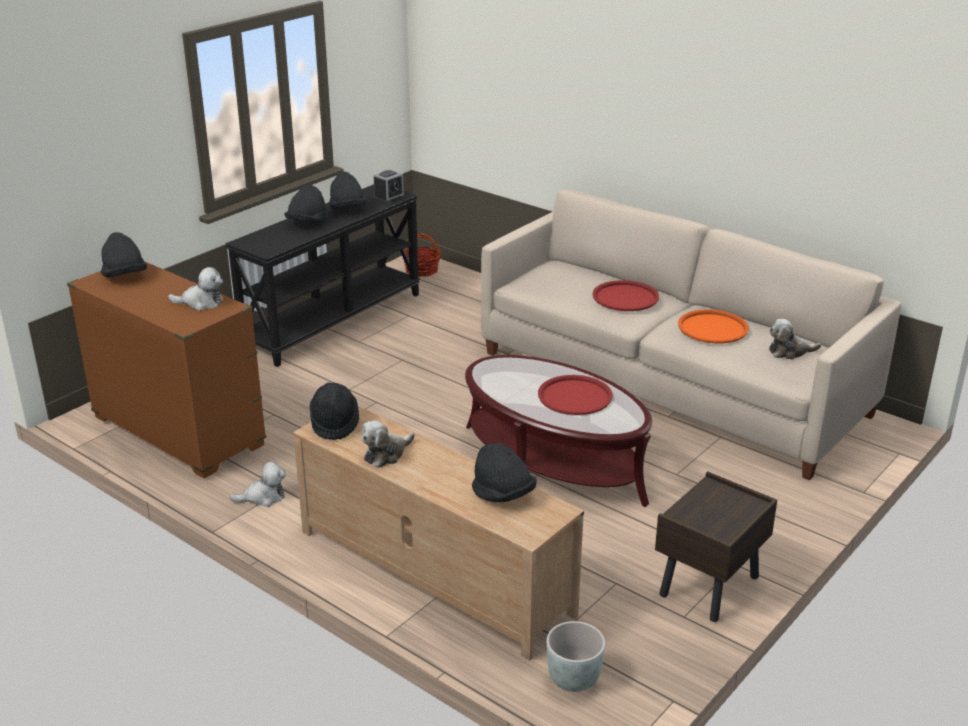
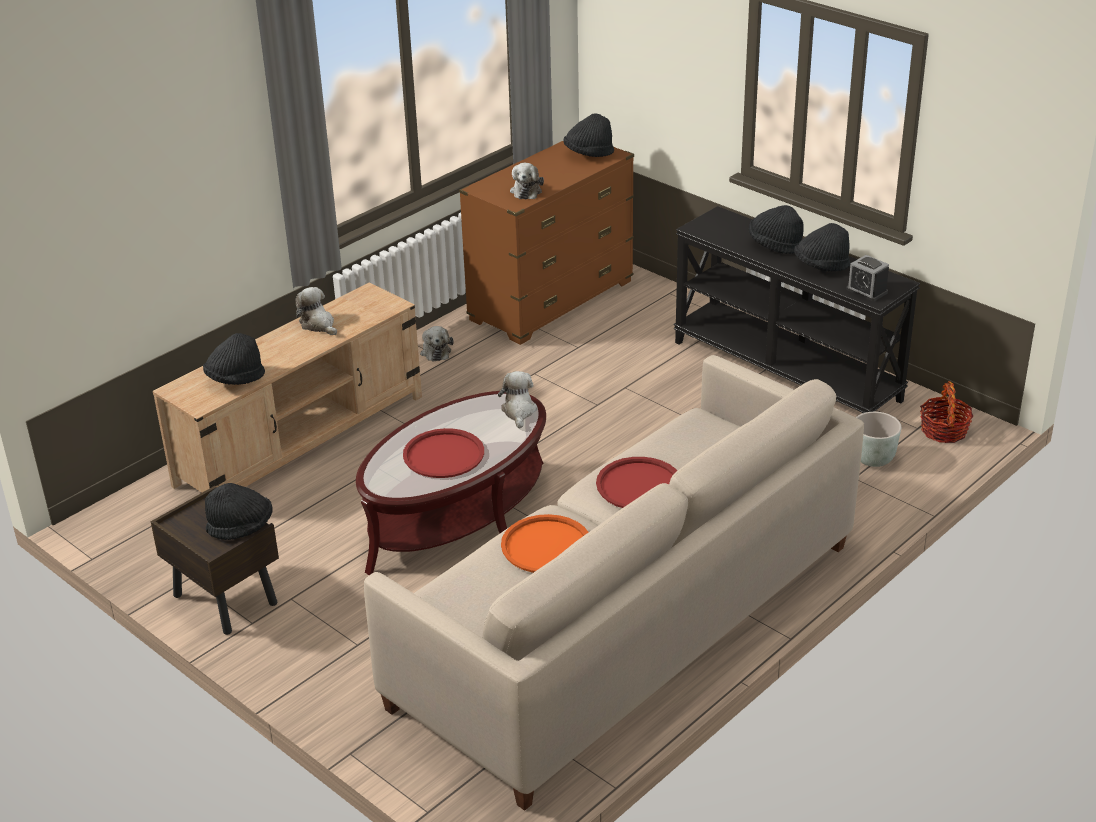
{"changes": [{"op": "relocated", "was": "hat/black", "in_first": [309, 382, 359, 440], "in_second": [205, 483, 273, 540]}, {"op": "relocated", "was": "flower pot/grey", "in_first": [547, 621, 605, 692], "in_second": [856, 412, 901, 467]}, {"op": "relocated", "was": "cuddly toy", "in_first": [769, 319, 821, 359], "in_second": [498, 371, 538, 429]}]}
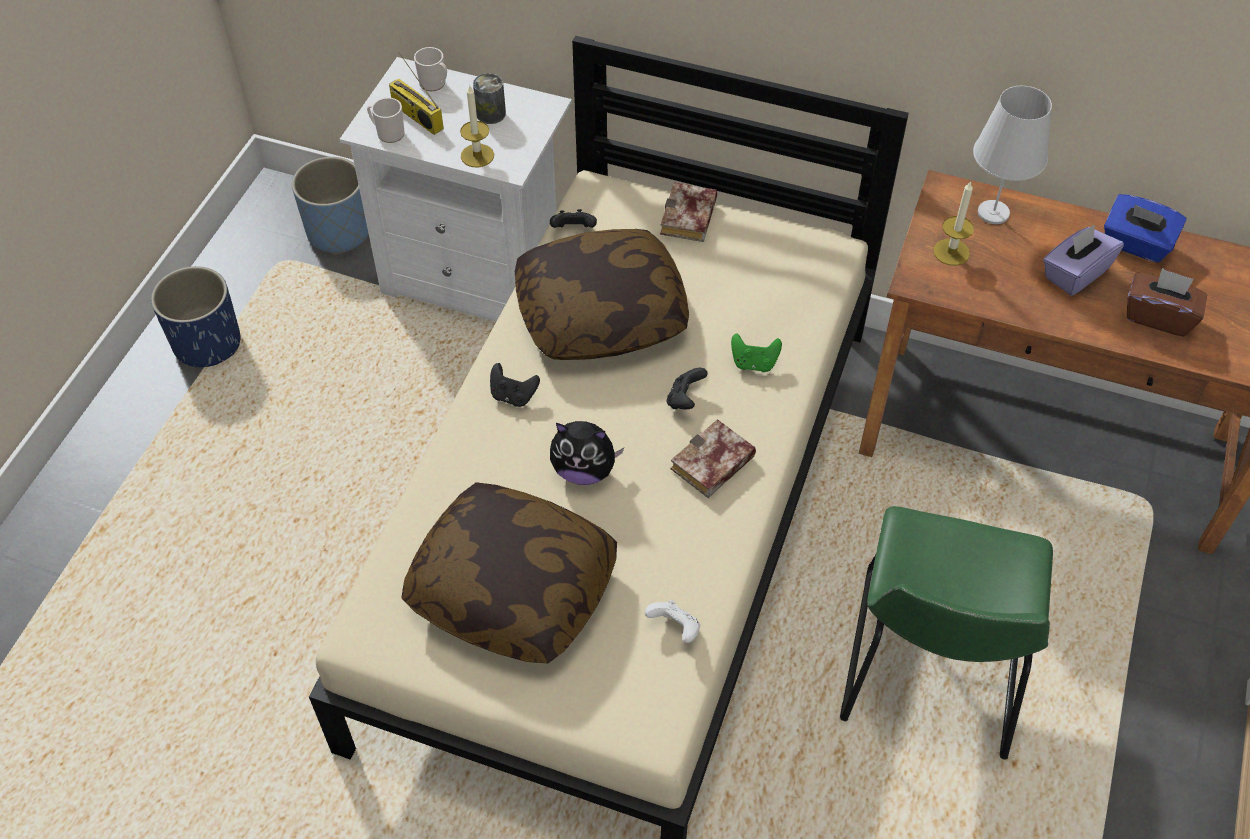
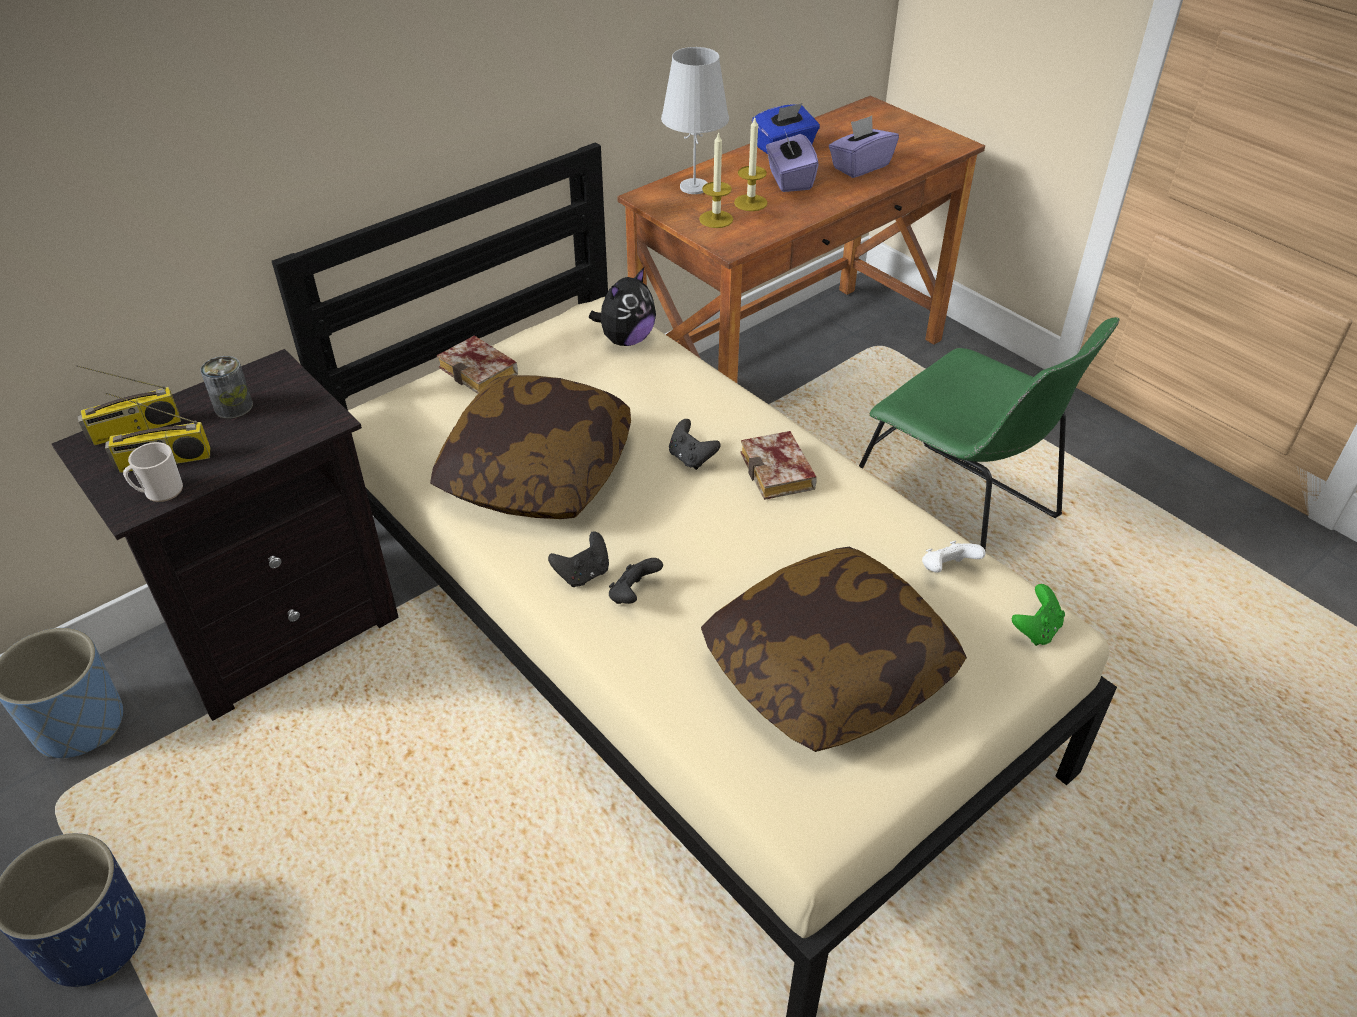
{"changes": [{"op": "relocated", "was": "wax light", "in_first": [460, 84, 494, 167], "in_second": [734, 118, 768, 211]}, {"op": "relocated", "was": "gamepad/black", "in_first": [550, 209, 597, 228], "in_second": [609, 558, 663, 604]}, {"op": "relocated", "was": "cuddly toy", "in_first": [550, 421, 624, 485], "in_second": [589, 268, 656, 346]}, {"op": "relocated", "was": "gamepad/green-coloured", "in_first": [731, 333, 782, 372], "in_second": [1012, 584, 1065, 646]}, {"op": "exchanged", "was": "mug", "now": "radio receiver", "in_first": [414, 47, 447, 91], "in_second": [76, 365, 181, 445]}, {"op": "colour", "was": "bedside table/whitish", "now": "bedside table/black", "in_first": [340, 57, 572, 322], "in_second": [52, 349, 399, 721]}, {"op": "colour", "was": "tissue box/brown-coloured", "now": "tissue box/purple", "in_first": [1127, 268, 1207, 337], "in_second": [829, 116, 899, 178]}]}
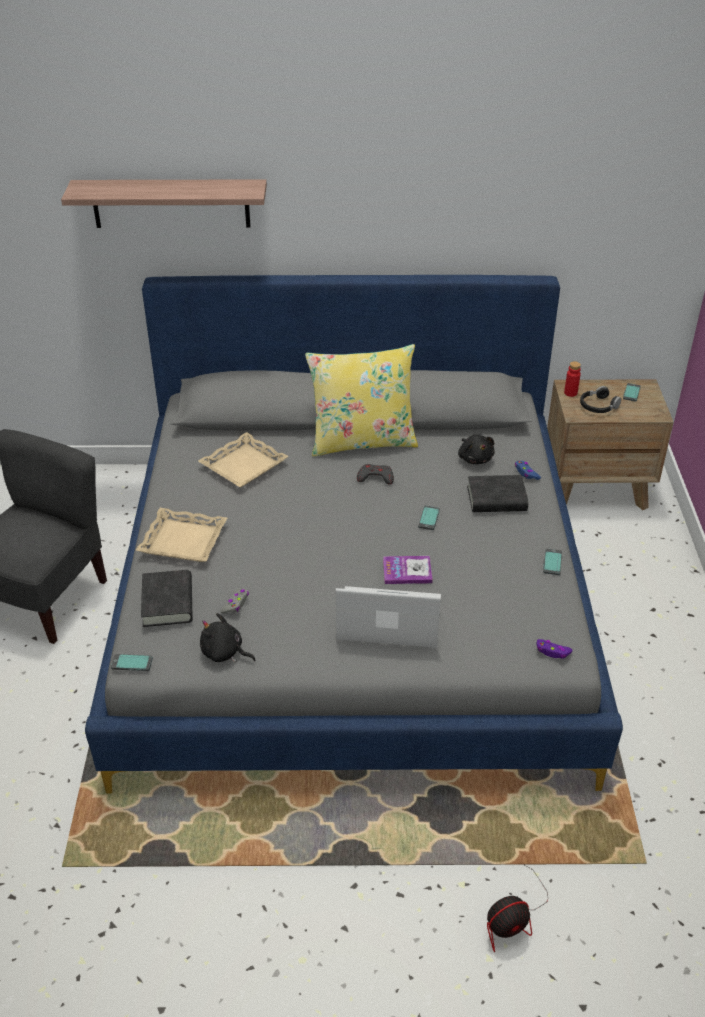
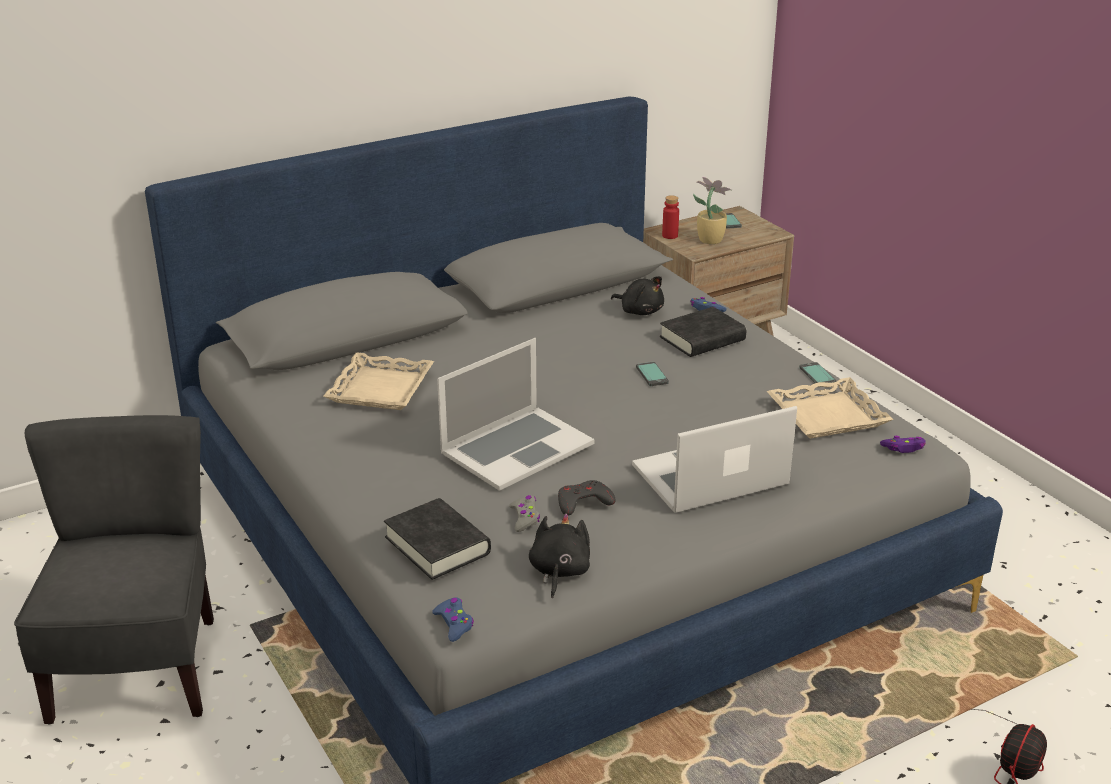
{"changes": [{"op": "missing", "was": "wall shelf", "in_first": [61, 179, 267, 228]}, {"op": "missing", "was": "throw pillow/yellow", "in_first": [305, 344, 418, 457]}, {"op": "missing", "was": "volume", "in_first": [383, 556, 433, 584]}, {"op": "appeared", "now": "portable computer", "in_second": [437, 338, 595, 491]}, {"op": "relocated", "was": "carrying tray/sand-coloured", "in_first": [136, 508, 227, 562], "in_second": [766, 377, 894, 439]}, {"op": "relocated", "was": "gamepad/grey", "in_first": [357, 464, 394, 484], "in_second": [558, 480, 615, 515]}, {"op": "exchanged", "was": "telephone", "now": "gamepad/blue-coloured", "in_first": [111, 654, 153, 671], "in_second": [432, 597, 474, 642]}, {"op": "exchanged", "was": "headset/black", "now": "houseplant", "in_first": [580, 386, 621, 413], "in_second": [693, 177, 732, 244]}, {"op": "spun", "was": "cuddly toy/black", "in_first": [200, 613, 256, 663], "in_second": [529, 513, 590, 598], "clockwise": 105}]}
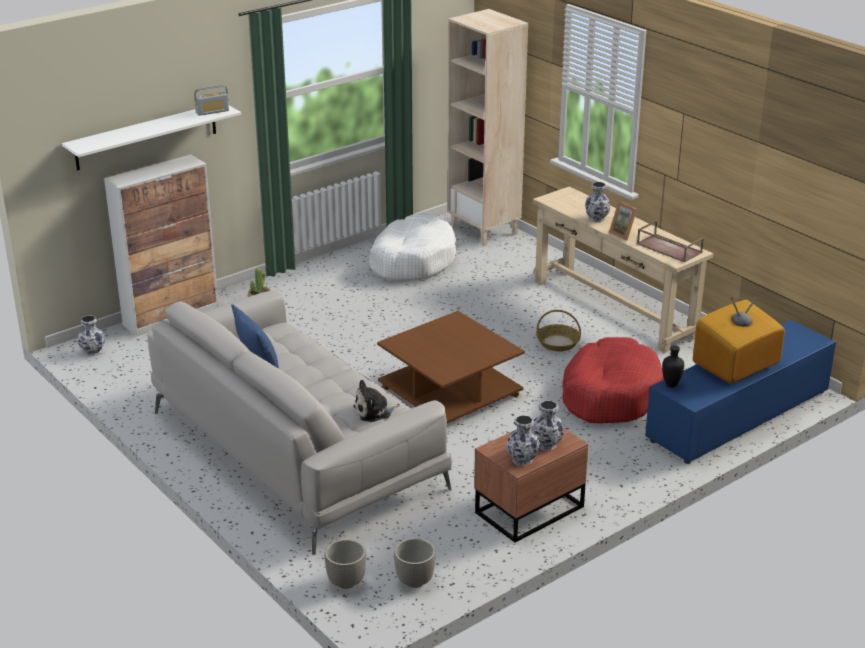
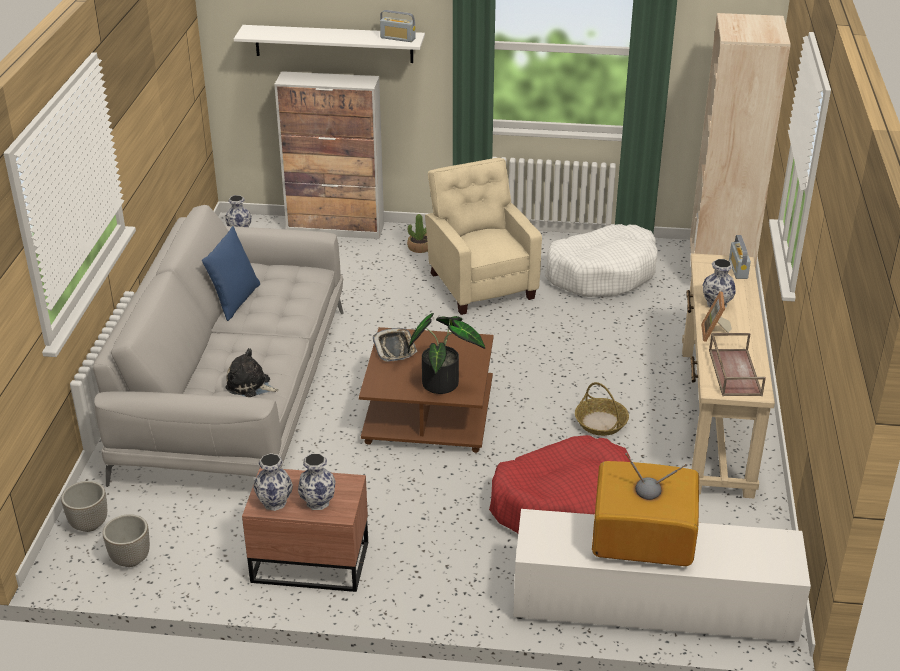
{"changes": [{"op": "missing", "was": "decorative vase/black", "in_first": [662, 345, 684, 388]}, {"op": "appeared", "now": "carrying tray", "in_second": [373, 328, 418, 362]}, {"op": "appeared", "now": "houseplant", "in_second": [408, 313, 485, 394]}, {"op": "appeared", "now": "armchair/sand-coloured", "in_second": [425, 158, 542, 315]}, {"op": "appeared", "now": "radio receiver", "in_second": [729, 235, 751, 279]}, {"op": "colour", "was": "tv unit/blue-coloured", "now": "tv unit/whitish", "in_first": [645, 320, 836, 464], "in_second": [513, 509, 811, 643]}]}
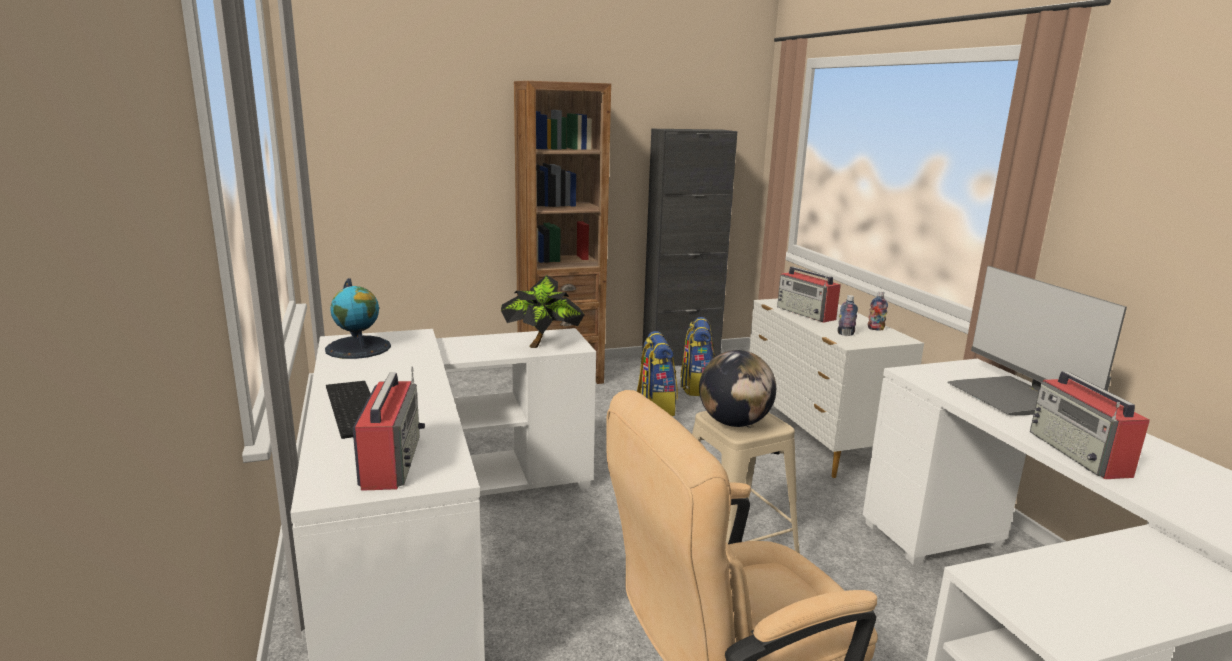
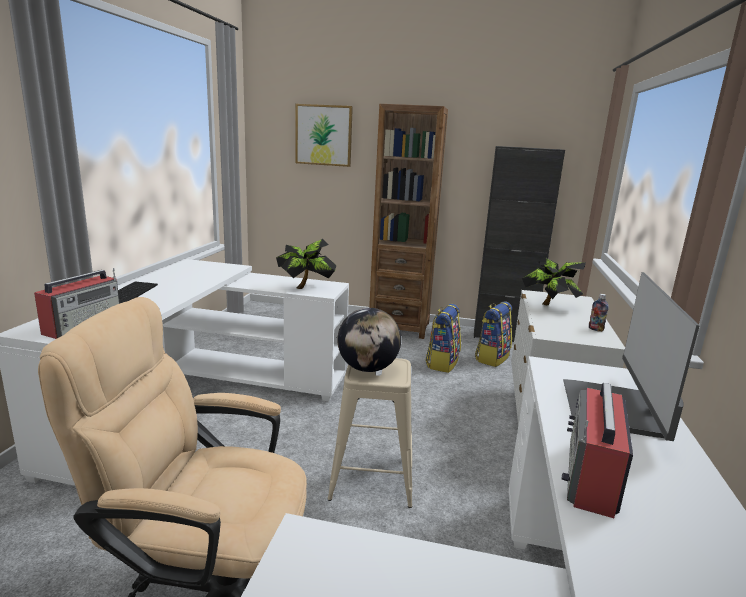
{"changes": [{"op": "missing", "was": "world globe", "in_first": [325, 278, 391, 359]}, {"op": "missing", "was": "bottle", "in_first": [838, 295, 858, 336]}, {"op": "appeared", "now": "wall art", "in_second": [296, 104, 353, 167]}, {"op": "exchanged", "was": "radio receiver", "now": "houseplant", "in_first": [777, 267, 841, 323], "in_second": [522, 257, 586, 305]}]}
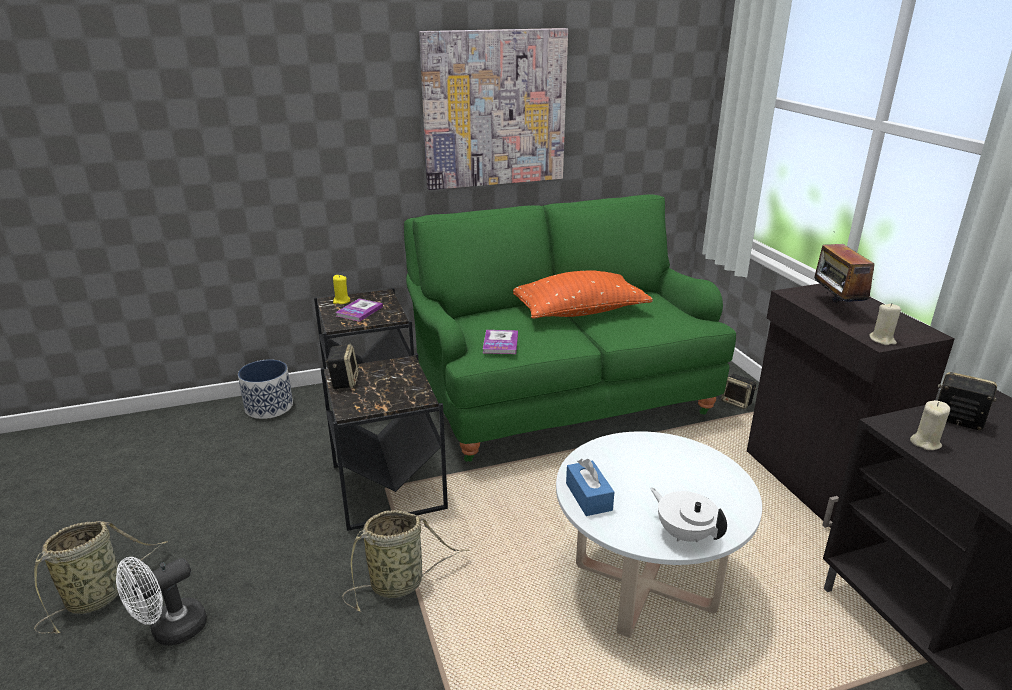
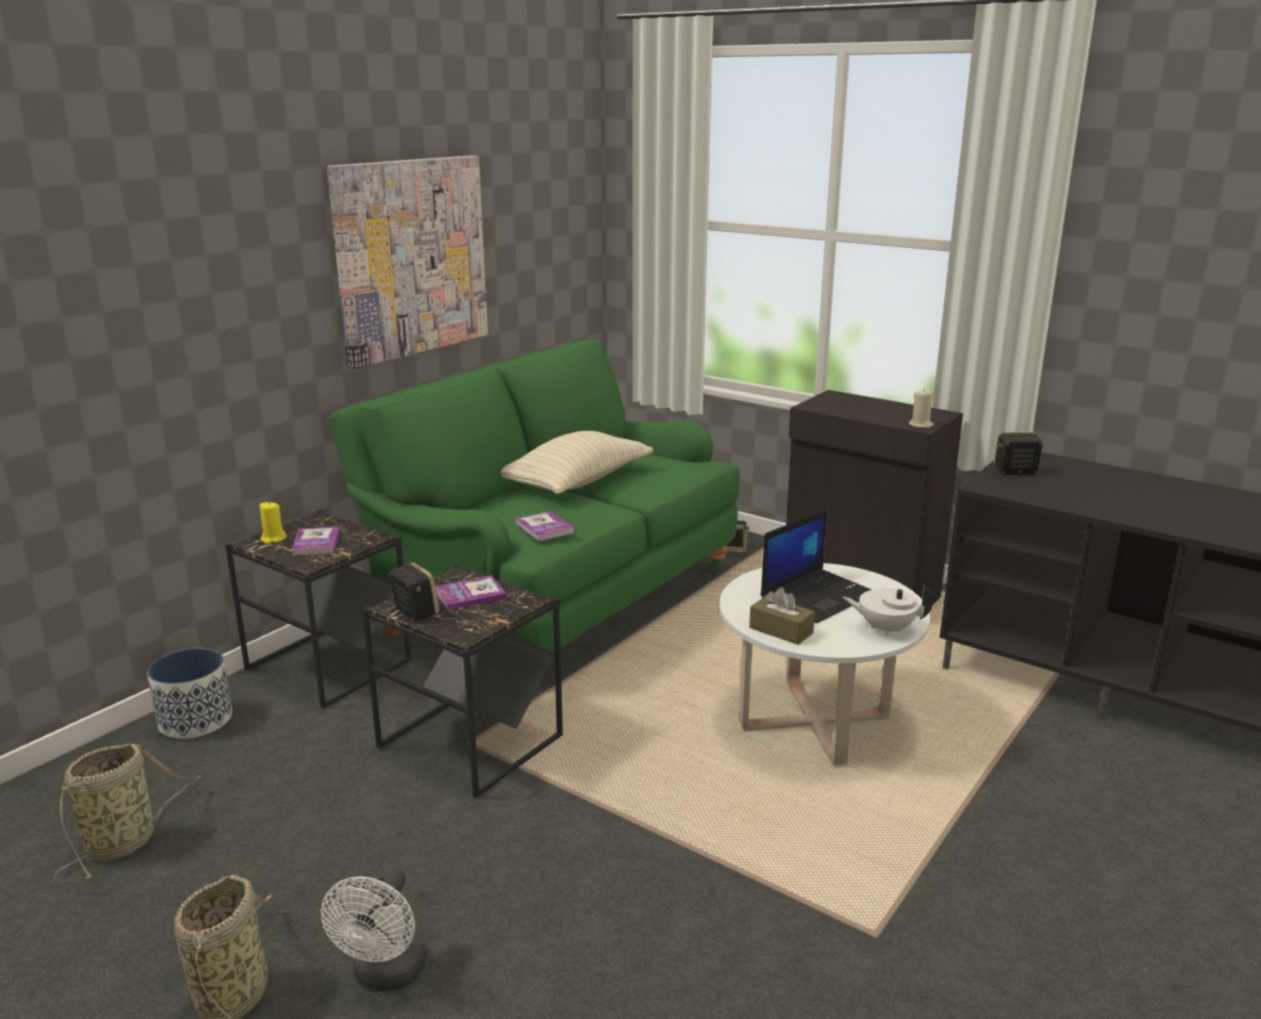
{"changes": [{"op": "missing", "was": "radio receiver", "in_first": [814, 232, 875, 303]}, {"op": "missing", "was": "wax light/sand-coloured", "in_first": [910, 400, 950, 450]}, {"op": "appeared", "now": "volume", "in_second": [436, 575, 507, 611]}, {"op": "appeared", "now": "portable computer", "in_second": [761, 509, 872, 623]}, {"op": "relocated", "was": "storage basket", "in_first": [342, 510, 470, 612], "in_second": [53, 744, 202, 881]}, {"op": "colour", "was": "throw pillow/orange-coloured", "now": "throw pillow/sand-coloured", "in_first": [513, 270, 653, 319], "in_second": [501, 431, 653, 494]}, {"op": "colour", "was": "tissue box/blue-coloured", "now": "tissue box/brown-coloured", "in_first": [566, 459, 614, 516], "in_second": [749, 588, 815, 645]}]}
